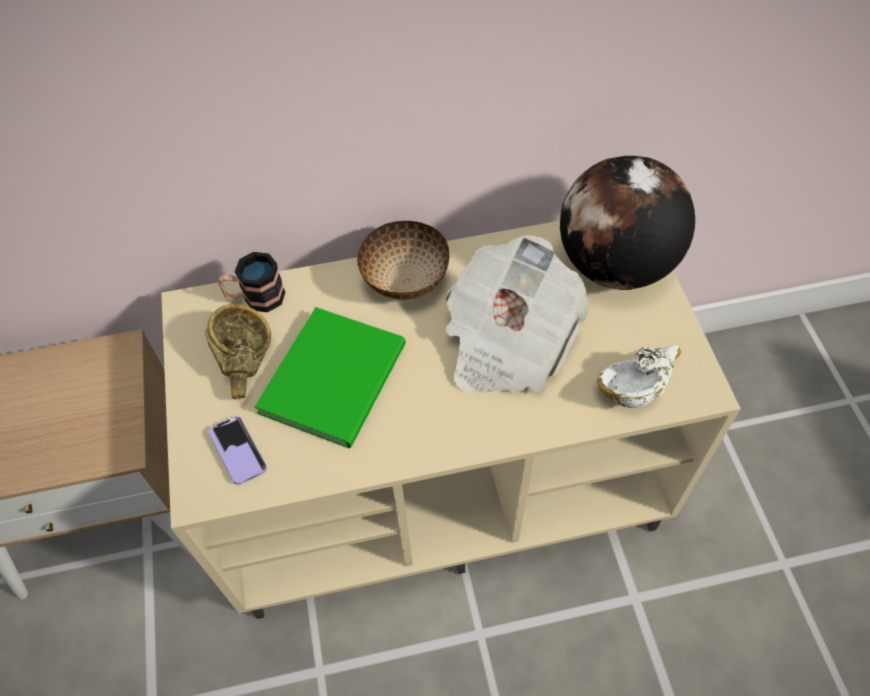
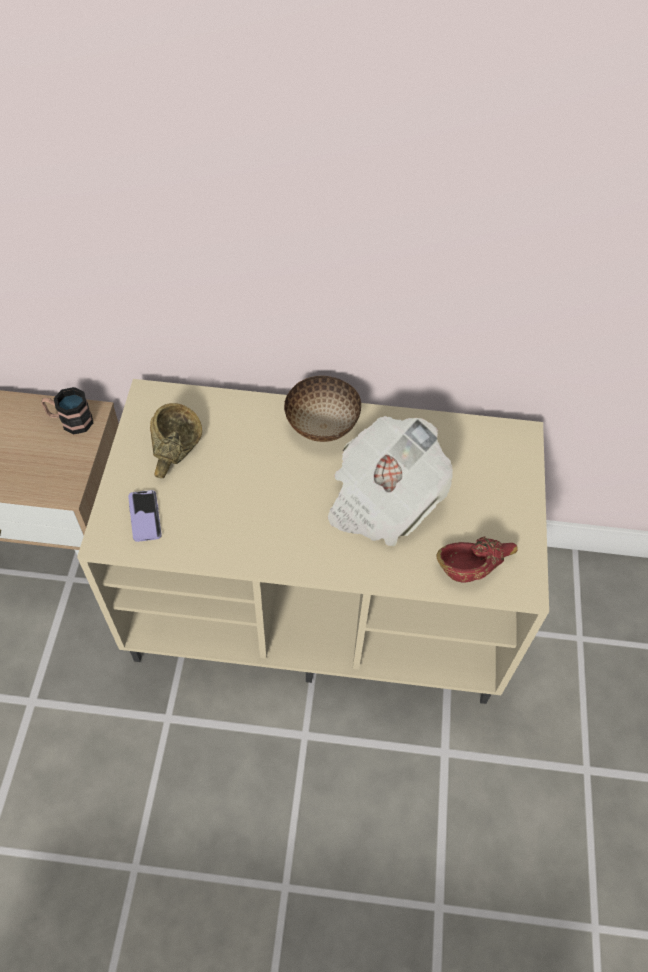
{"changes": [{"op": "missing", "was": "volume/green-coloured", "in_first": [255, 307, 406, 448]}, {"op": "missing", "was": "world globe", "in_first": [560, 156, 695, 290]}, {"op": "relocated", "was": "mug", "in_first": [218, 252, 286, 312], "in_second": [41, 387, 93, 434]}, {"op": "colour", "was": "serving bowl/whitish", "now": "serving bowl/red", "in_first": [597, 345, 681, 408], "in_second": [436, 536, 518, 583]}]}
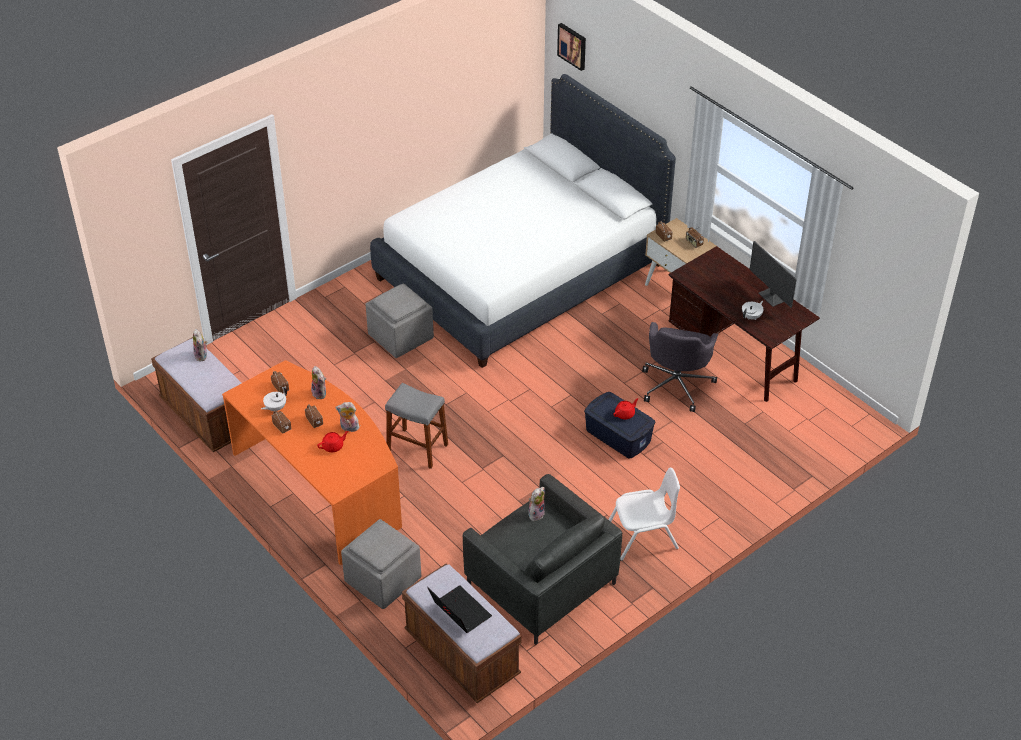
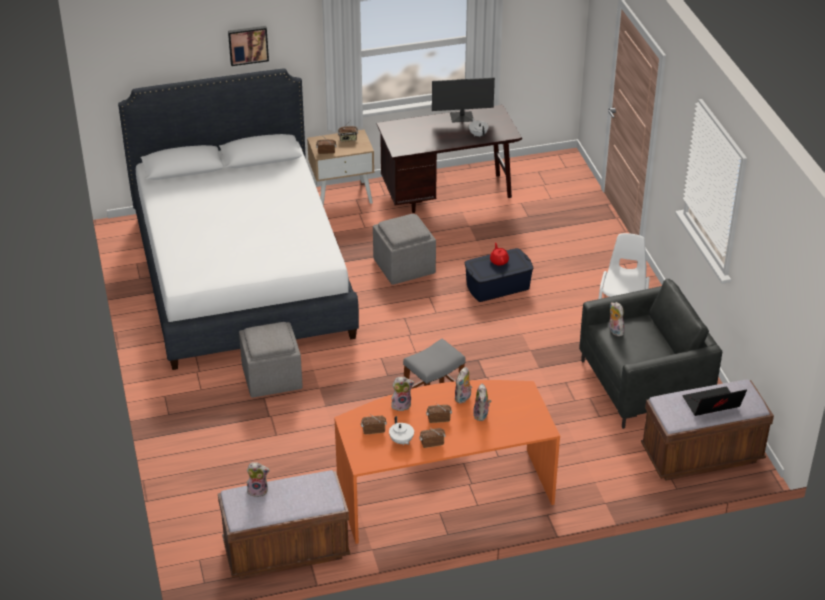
{"changes": [{"op": "missing", "was": "desk chair/grey", "in_first": [642, 322, 718, 412]}, {"op": "relocated", "was": "ottoman/grey", "in_first": [341, 519, 421, 609], "in_second": [373, 214, 436, 285]}, {"op": "relocated", "was": "wall art", "in_first": [557, 23, 586, 71], "in_second": [228, 26, 269, 66]}, {"op": "exchanged", "was": "tea pot/red", "now": "cuddly toy", "in_first": [317, 431, 349, 452], "in_second": [473, 383, 492, 421]}]}
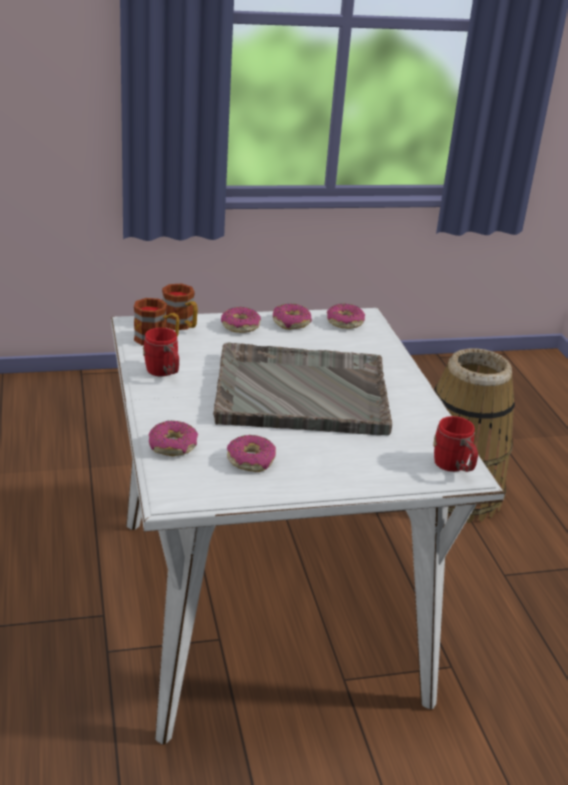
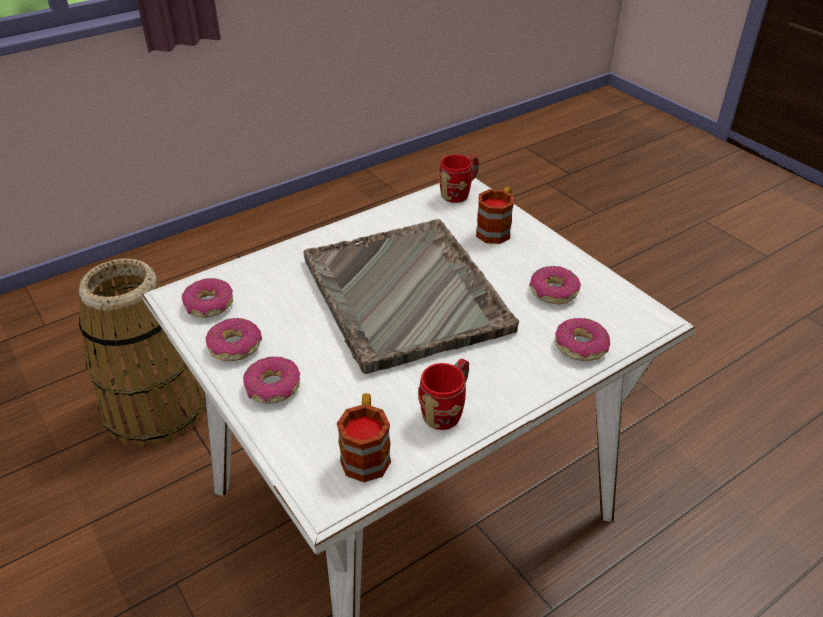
{"changes": [{"op": "relocated", "was": "mug", "in_first": [162, 284, 198, 330], "in_second": [476, 187, 514, 244]}]}
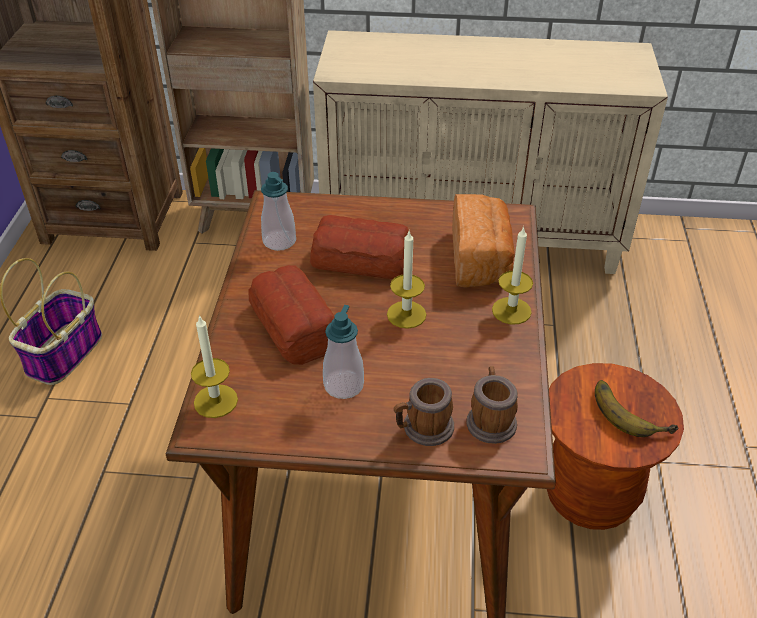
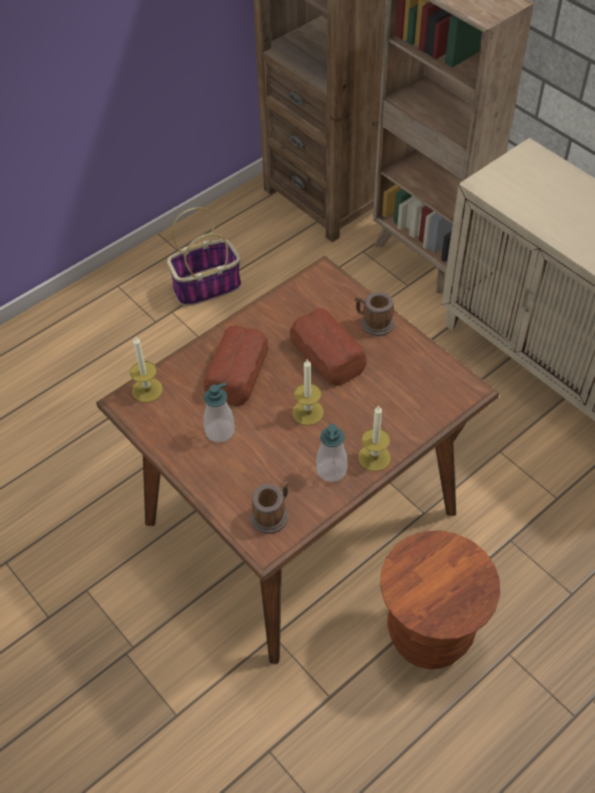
{"changes": [{"op": "missing", "was": "bakery bread", "in_first": [452, 194, 515, 288]}, {"op": "missing", "was": "banana fruit", "in_first": [595, 380, 678, 437]}, {"op": "relocated", "was": "liquid soap bottle", "in_first": [261, 172, 296, 251], "in_second": [316, 424, 348, 482]}, {"op": "relocated", "was": "mug", "in_first": [394, 378, 454, 446], "in_second": [355, 292, 394, 336]}]}
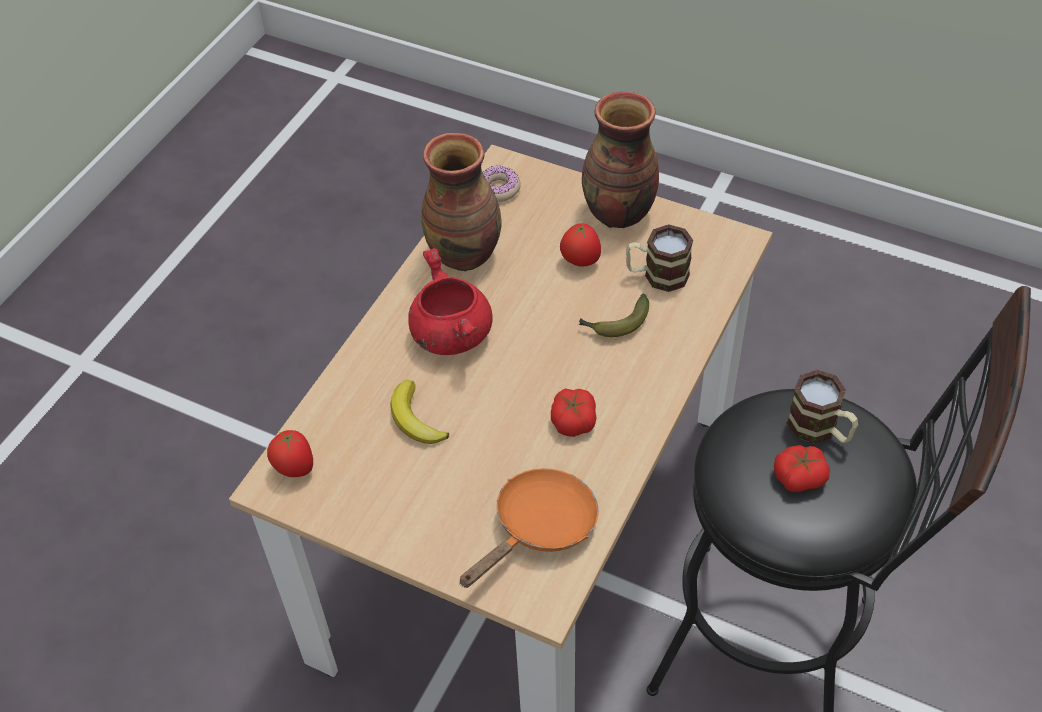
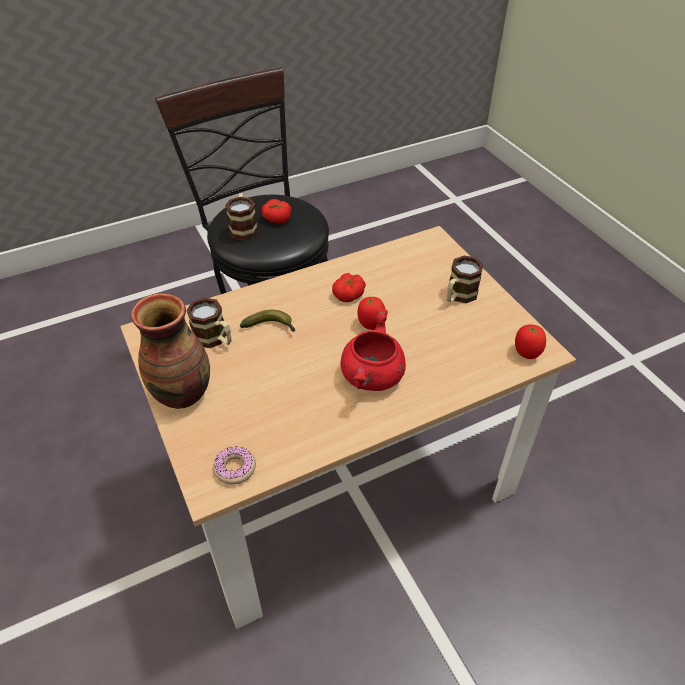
{"changes": [{"op": "missing", "was": "banana fruit", "in_first": [390, 380, 449, 444]}, {"op": "missing", "was": "decorative vase", "in_first": [421, 133, 502, 271]}, {"op": "missing", "was": "pan/orange-coloured", "in_first": [459, 468, 599, 588]}, {"op": "appeared", "now": "mug", "in_second": [447, 256, 484, 303]}, {"op": "relocated", "was": "tomato", "in_first": [560, 222, 601, 267], "in_second": [357, 297, 385, 330]}]}
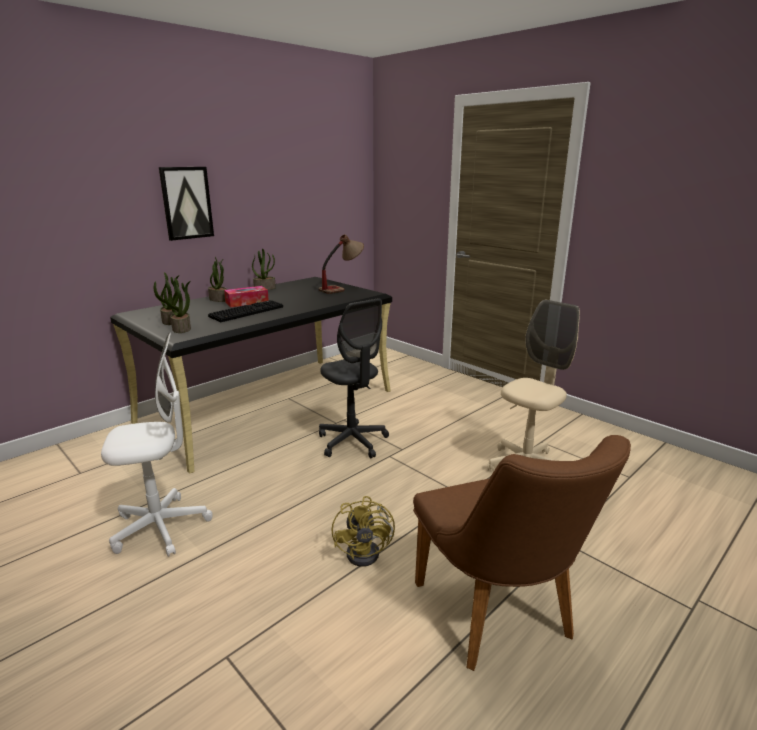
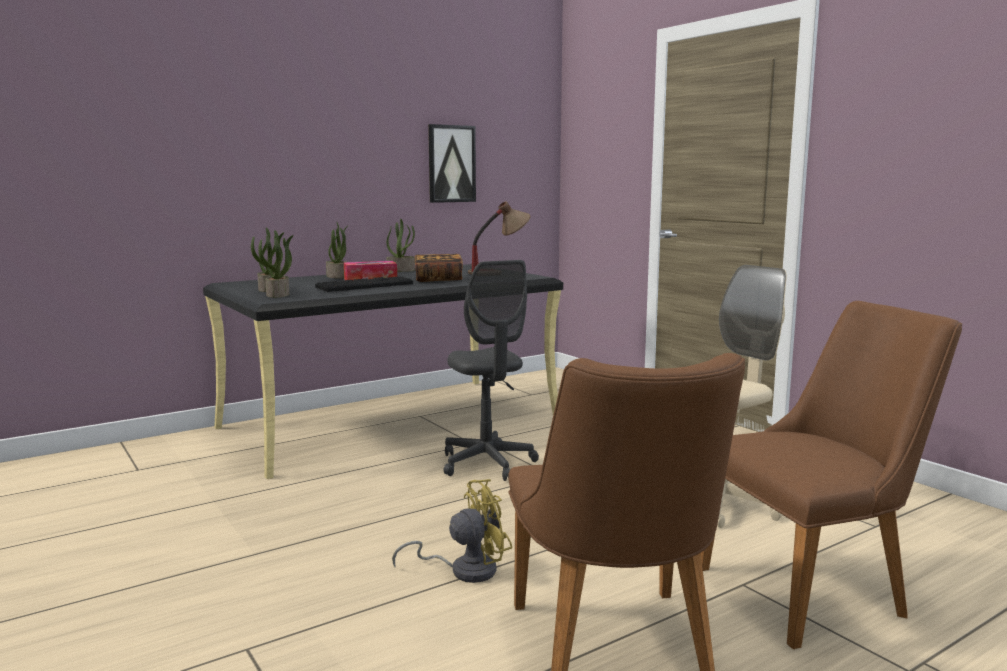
{"changes": [{"op": "missing", "was": "desk chair/whitish", "in_first": [101, 333, 212, 557]}, {"op": "appeared", "now": "volume", "in_second": [415, 254, 463, 282]}, {"op": "appeared", "now": "plain chair/brown-coloured", "in_second": [701, 301, 962, 649]}, {"op": "relocated", "was": "wall art", "in_first": [159, 167, 214, 241], "in_second": [428, 124, 476, 203]}, {"op": "spun", "was": "fan/yellow", "in_first": [331, 496, 395, 567], "in_second": [392, 479, 512, 583], "clockwise": -120}]}
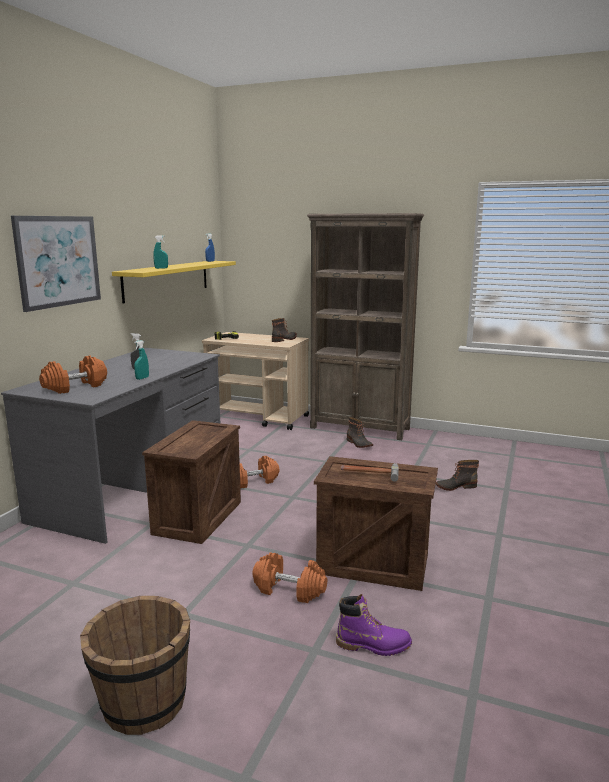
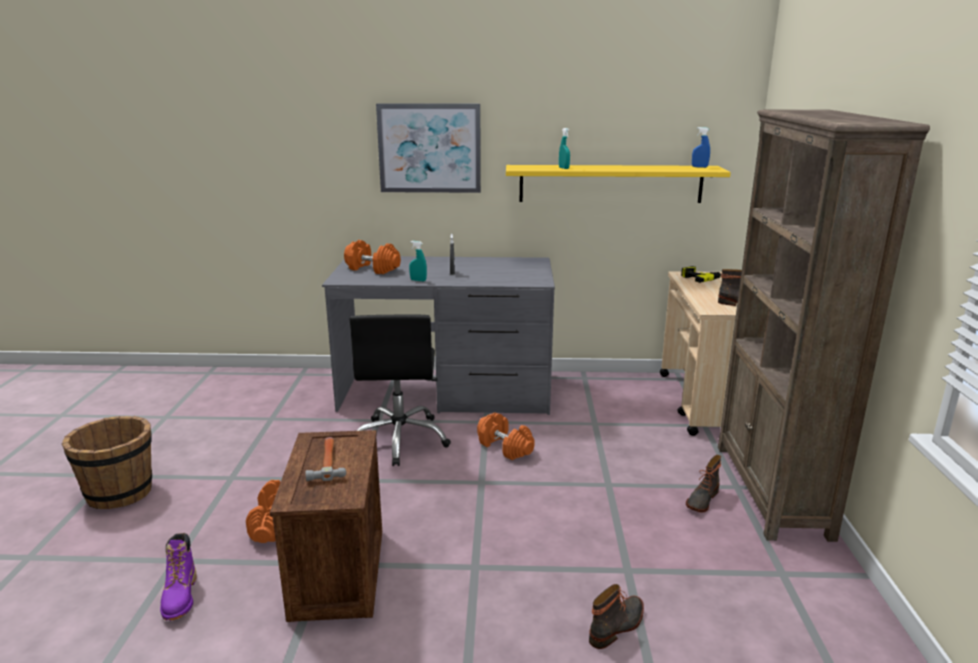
{"changes": [{"op": "exchanged", "was": "shipping crate", "now": "desk chair/black", "in_first": [142, 420, 241, 544], "in_second": [350, 314, 451, 466]}, {"op": "spun", "was": "high-top boot", "in_first": [436, 460, 479, 491], "in_second": [589, 584, 644, 649], "clockwise": 75}]}
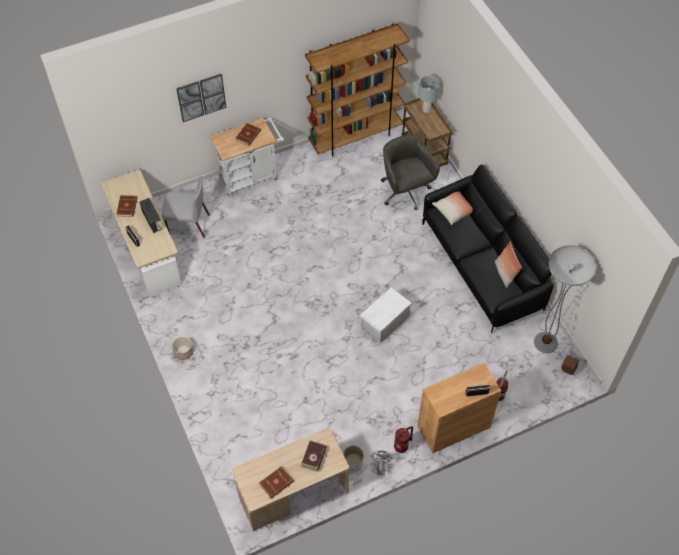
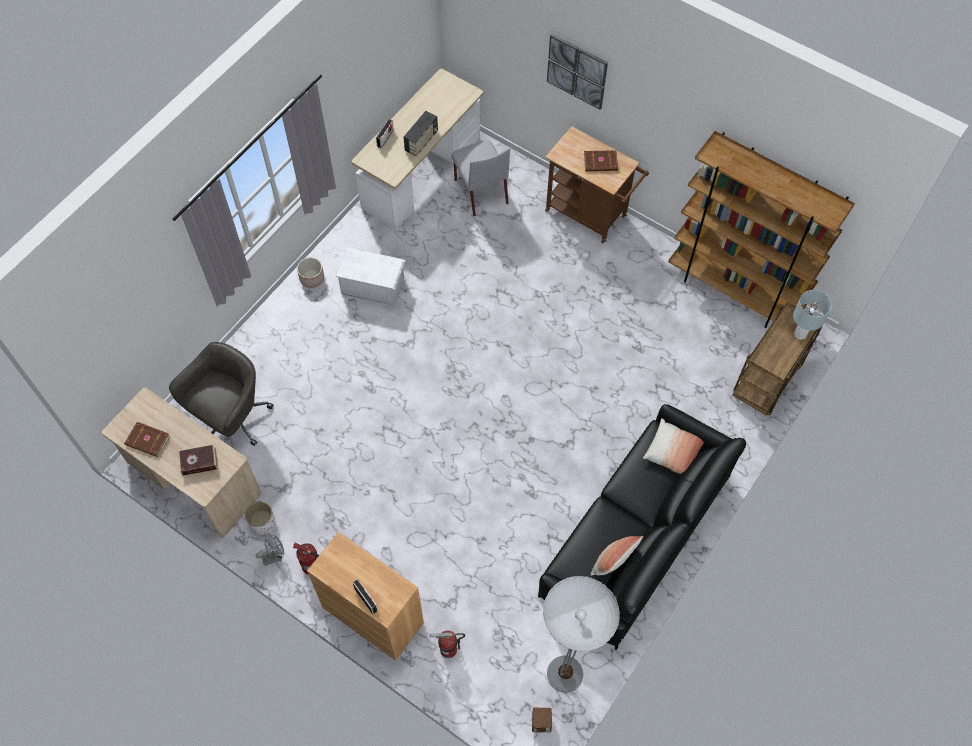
{"changes": [{"op": "missing", "was": "volume/brown-coloured", "in_first": [117, 195, 138, 217]}, {"op": "relocated", "was": "storage box/whitish", "in_first": [359, 288, 412, 344], "in_second": [336, 248, 405, 306]}, {"op": "relocated", "was": "desk chair/grey", "in_first": [381, 134, 440, 210], "in_second": [169, 342, 274, 446]}, {"op": "colour", "was": "wheeled cart/whitish", "now": "wheeled cart/brown-coloured", "in_first": [210, 118, 284, 198], "in_second": [545, 126, 649, 244]}]}
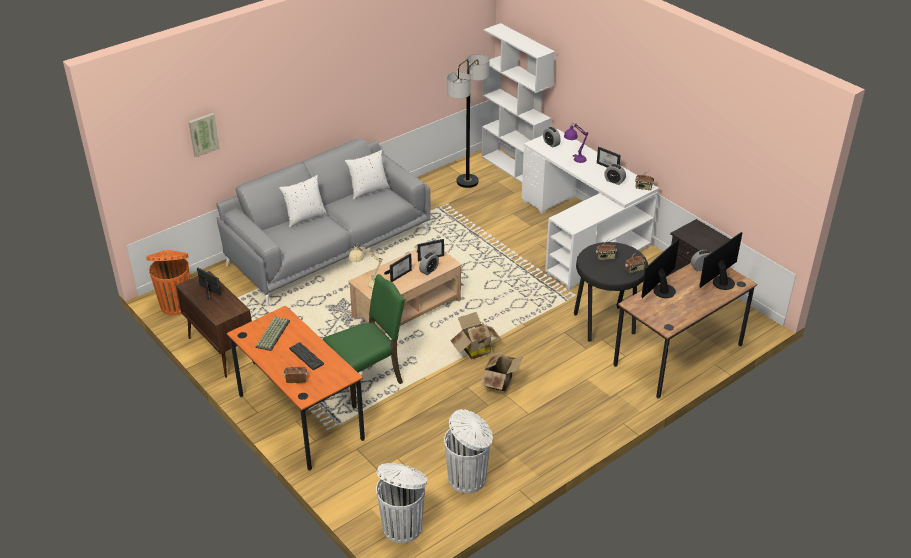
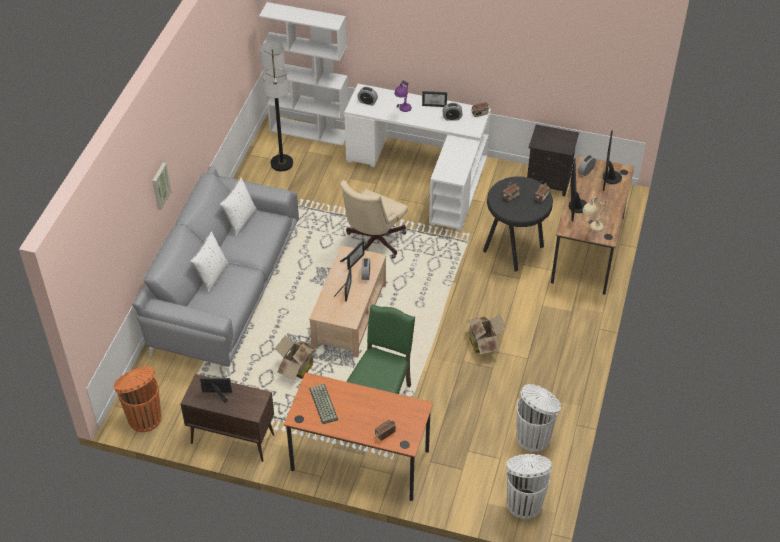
{"changes": [{"op": "missing", "was": "PC keyboard", "in_first": [289, 342, 324, 370]}, {"op": "appeared", "now": "desk chair/sand-coloured", "in_second": [340, 180, 408, 259]}, {"op": "relocated", "was": "wall art", "in_first": [188, 113, 220, 157], "in_second": [152, 162, 172, 210]}, {"op": "relocated", "was": "lamp for a table/sand-coloured", "in_first": [349, 245, 383, 289], "in_second": [583, 198, 607, 232]}, {"op": "relocated", "was": "packing box", "in_first": [450, 312, 501, 359], "in_second": [275, 335, 319, 380]}]}
